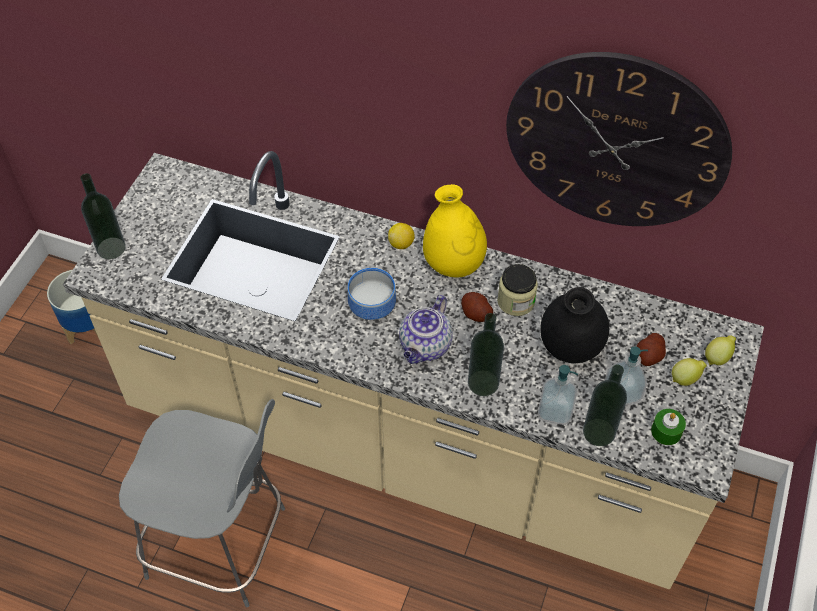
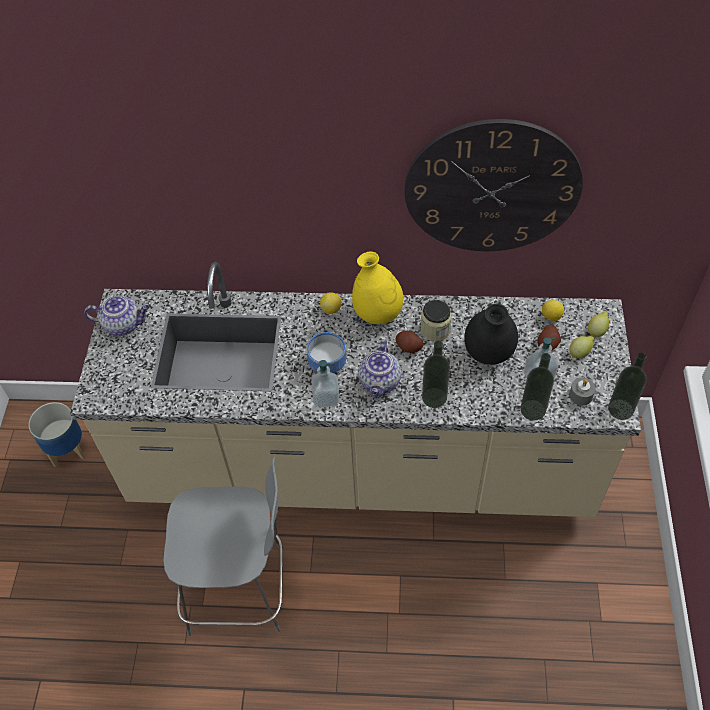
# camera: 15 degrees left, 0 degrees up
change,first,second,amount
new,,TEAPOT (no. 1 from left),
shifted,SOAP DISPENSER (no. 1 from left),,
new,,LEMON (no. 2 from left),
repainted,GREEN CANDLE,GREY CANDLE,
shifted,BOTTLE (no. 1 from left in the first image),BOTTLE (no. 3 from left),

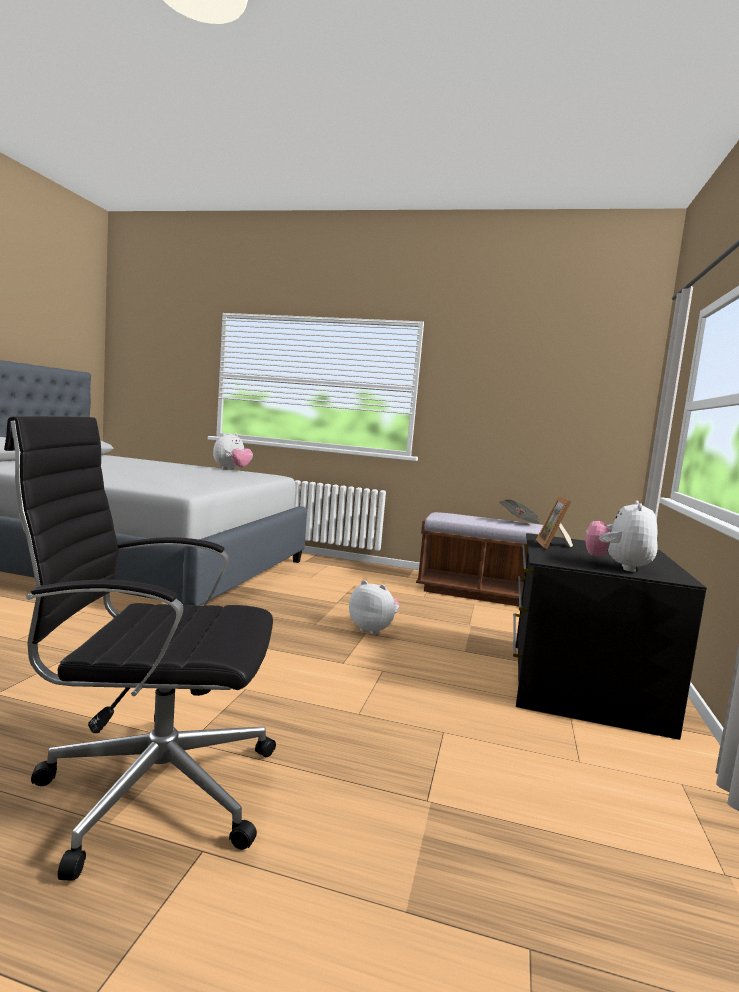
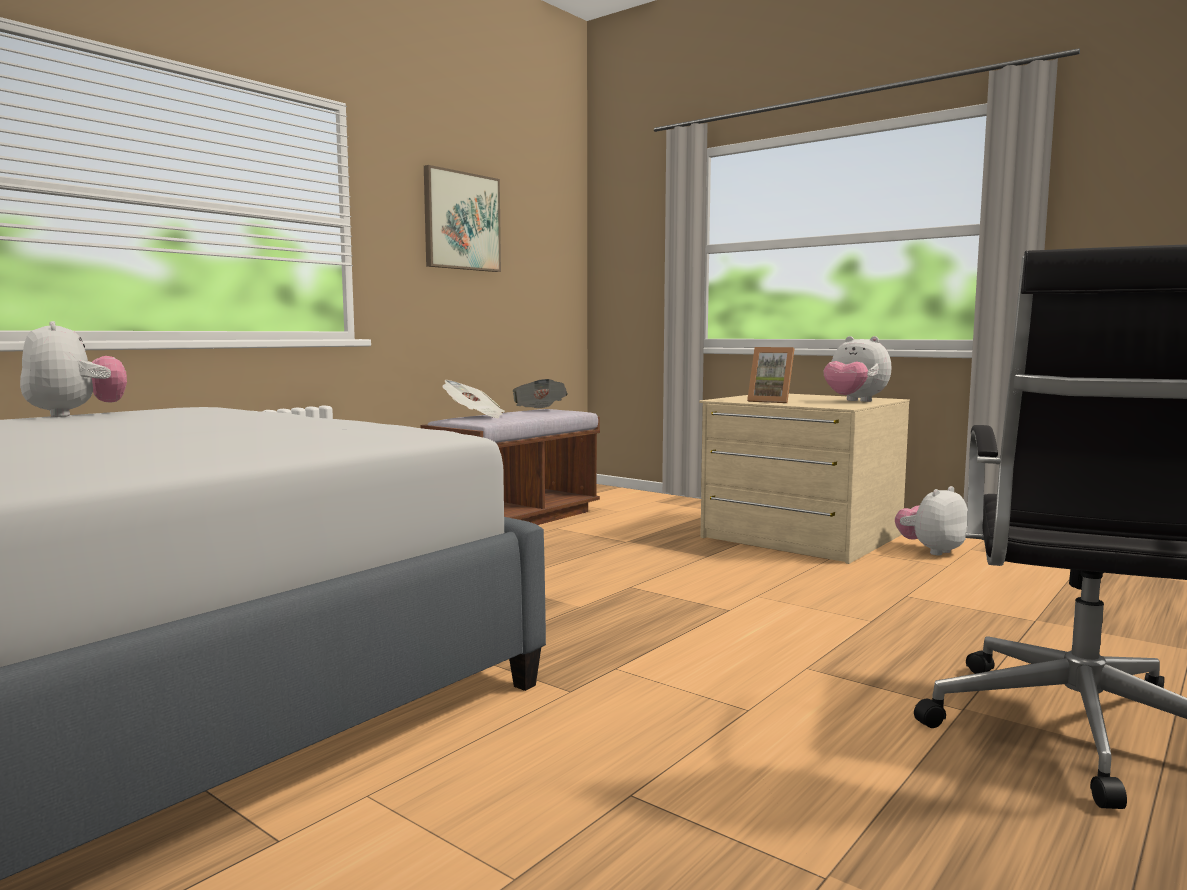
# camera: 65 degrees left, 0 degrees up
change,first,second,amount
new,,PICTURE,
new,,NEWSPAPER (no. 1 from left),
repainted,BLACK DRESSER,BEIGE DRESSER,
shifted,PLUSH TOY (no. 2 from left in the first image),PLUSH TOY (no. 3 from left),

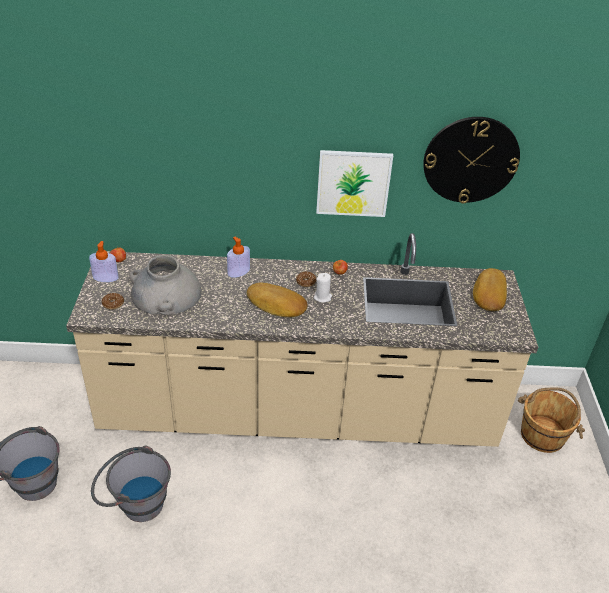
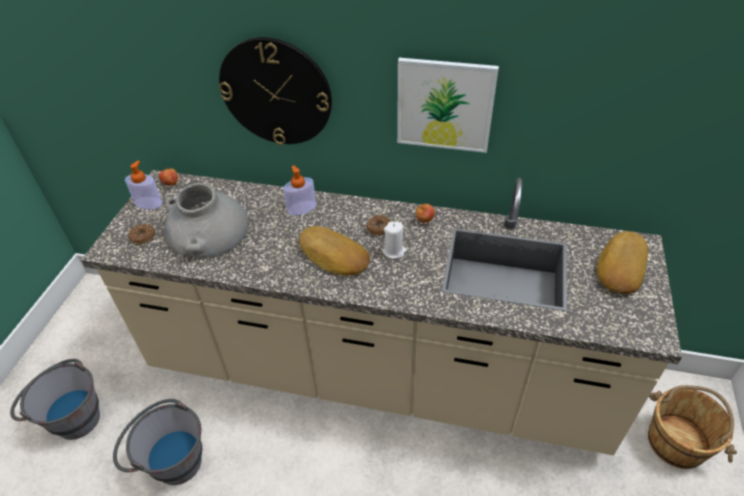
# camera: 15 degrees right, 5 degrees up
change,first,second,amount
shifted,WALL CLOCK,,

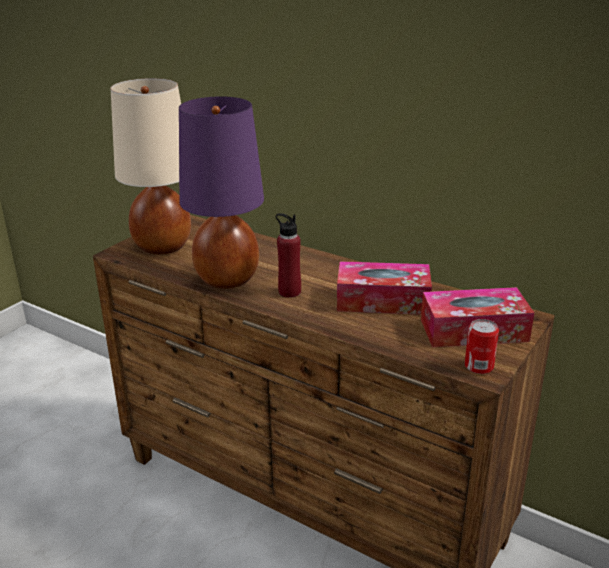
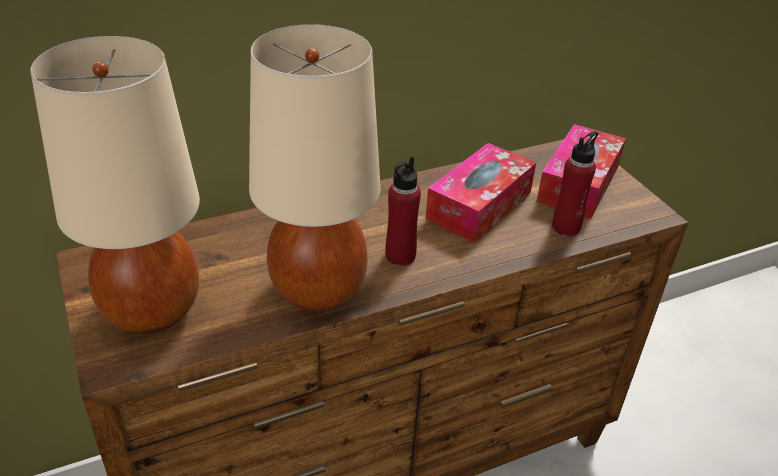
# camera: 60 degrees left, 10 degrees up
change,first,second,amount
repainted,PURPLE TABLE LAMP,BEIGE TABLE LAMP (no. 2 from left),
new,,RED BOTTLE (no. 2 from left),
gone,CAN,,

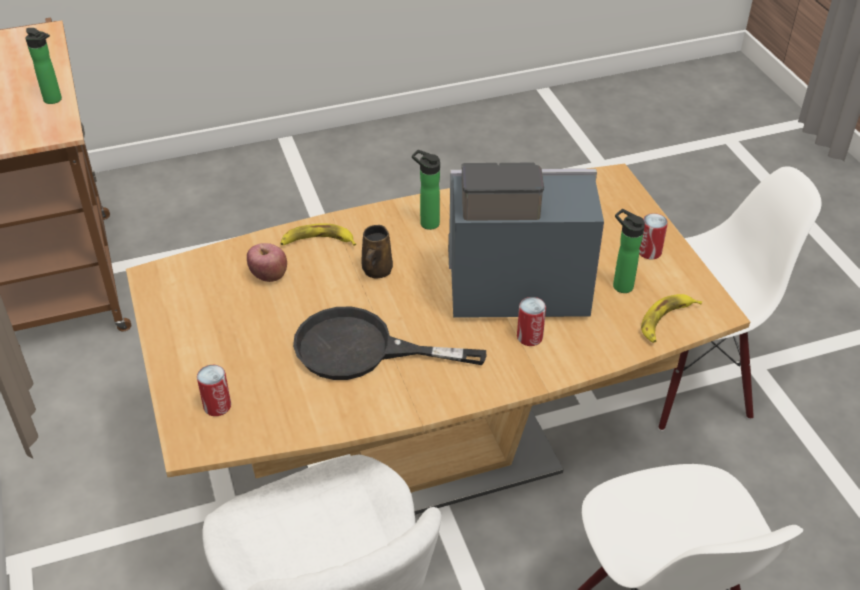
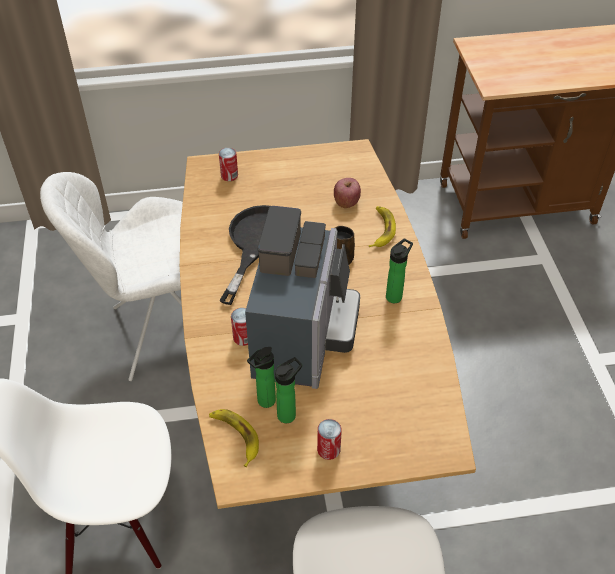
# camera: 100 degrees right, 5 degrees up
change,first,second,amount
shifted,BOTTLE (no. 1 from left),,

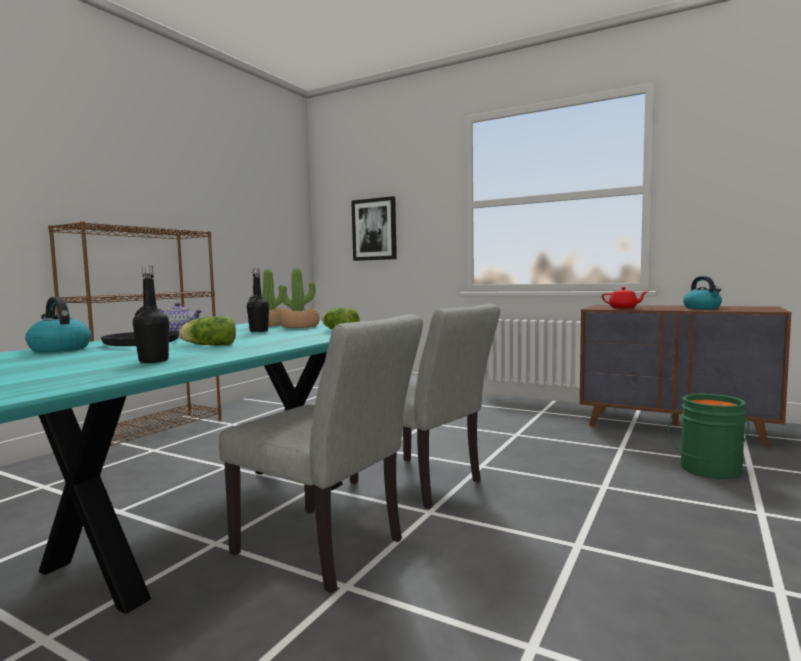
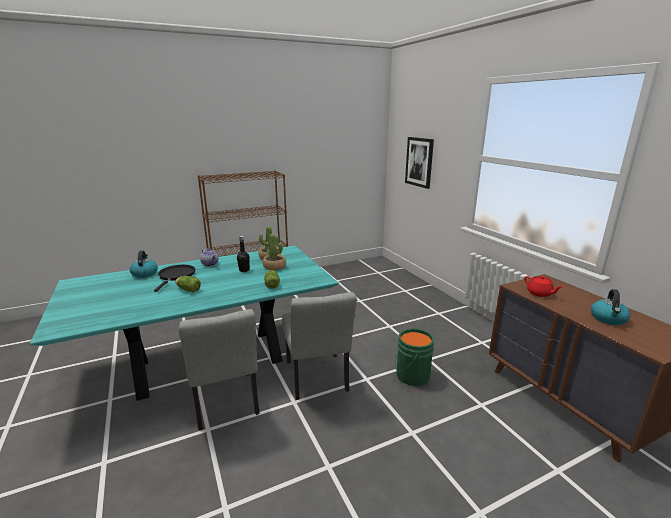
# camera: 35 degrees right, 15 degrees up
change,first,second,amount
shifted,GREEN BUCKET,,
gone,BLACK BOTTLE (no. 1 from left),,

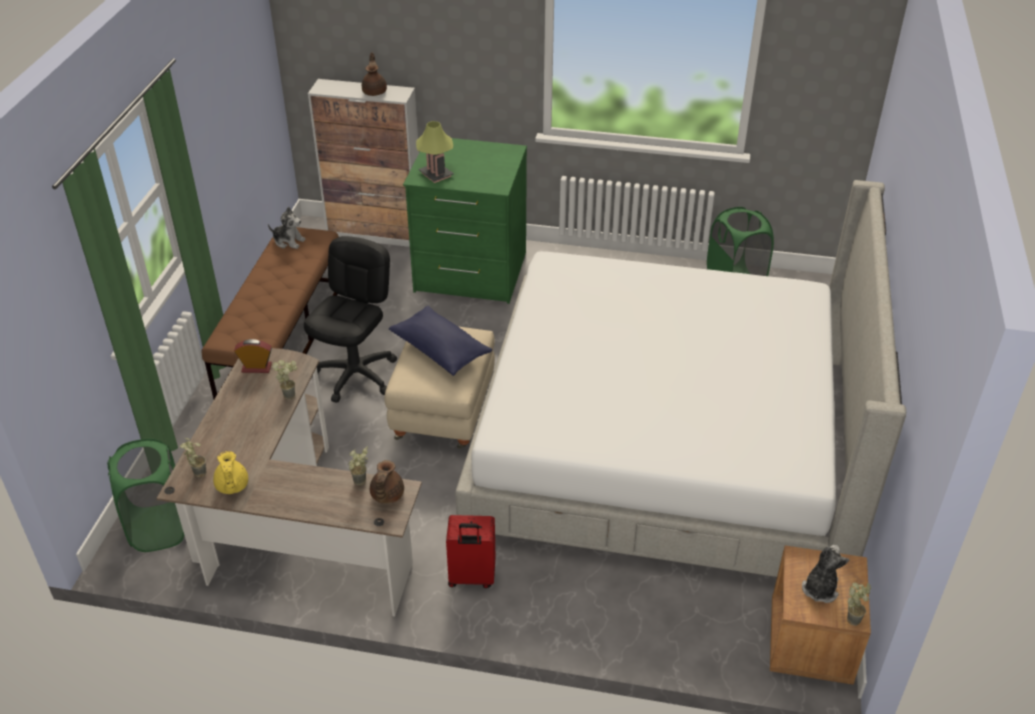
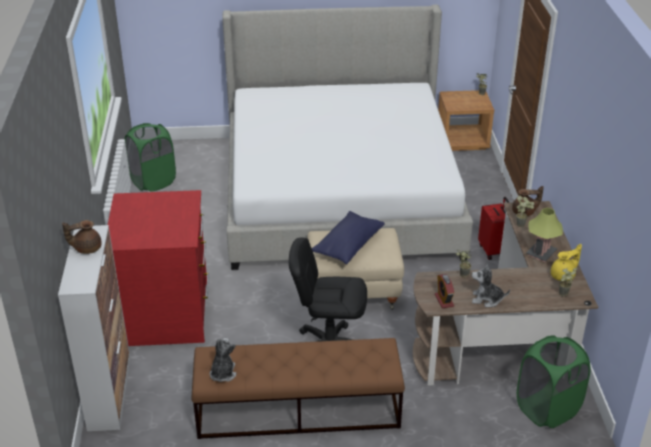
# camera: 105 degrees left, 5 degrees down
change,first,second,amount
repainted,GREEN DRESSER,RED DRESSER,
shifted,PLUSH TOY (no. 2 from left),,
shifted,TABLE LAMP,,

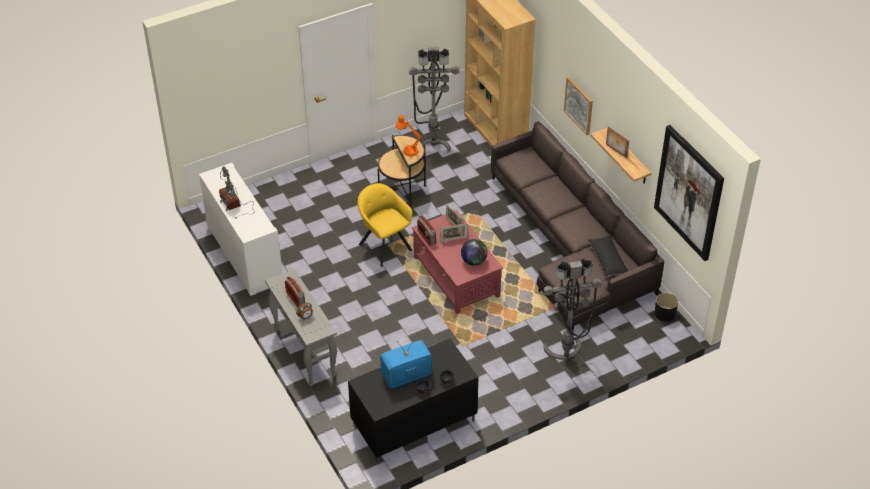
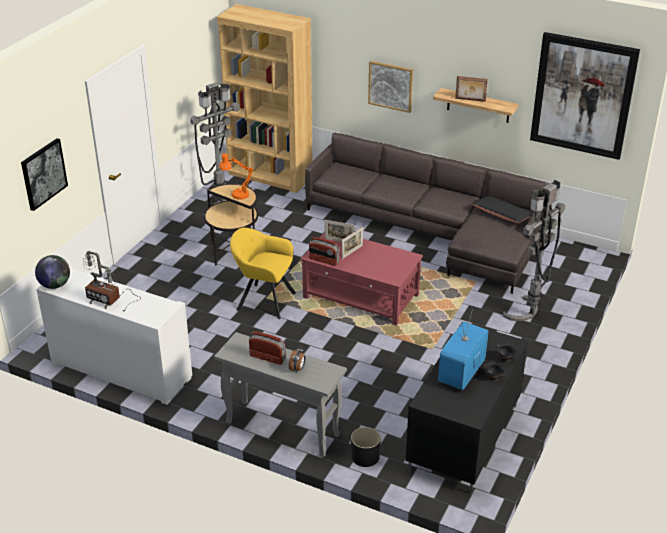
# camera: 35 degrees left, 10 degrees down
change,first,second,amount
new,,PICTURE (no. 1 from left),
shifted,GLOBE,,
shifted,BLACK PLANTER,,

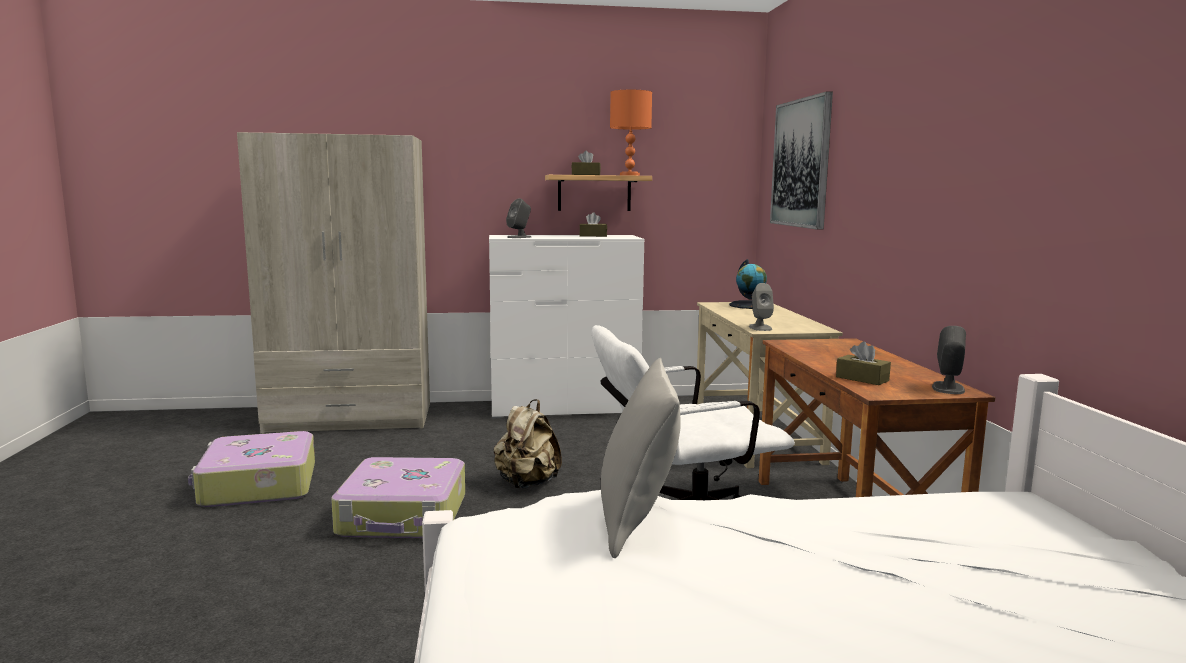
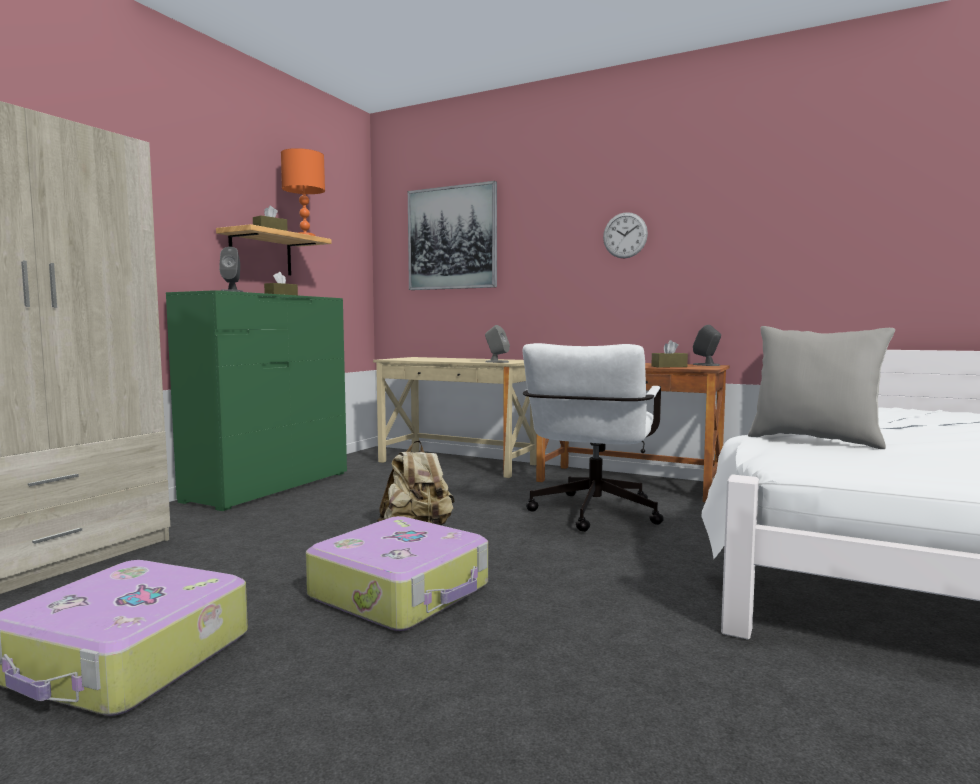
# camera: 55 degrees left, 5 degrees down
change,first,second,amount
repainted,WHITE DRESSER,GREEN DRESSER,
new,,WALL CLOCK,
gone,GLOBE,,

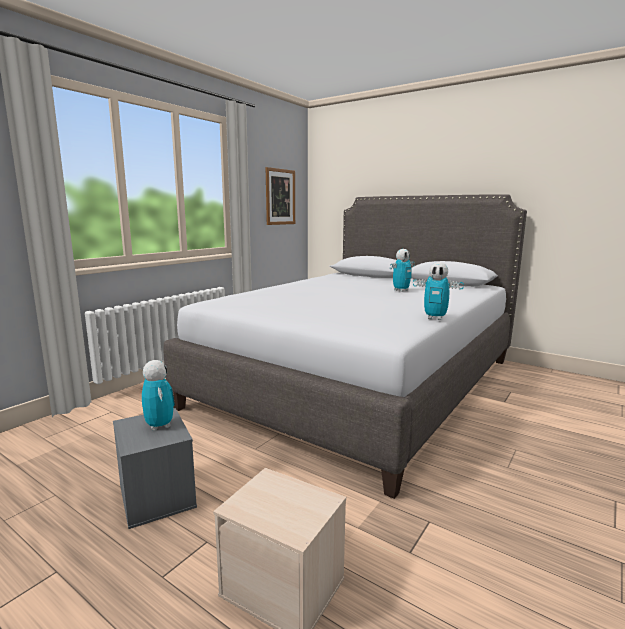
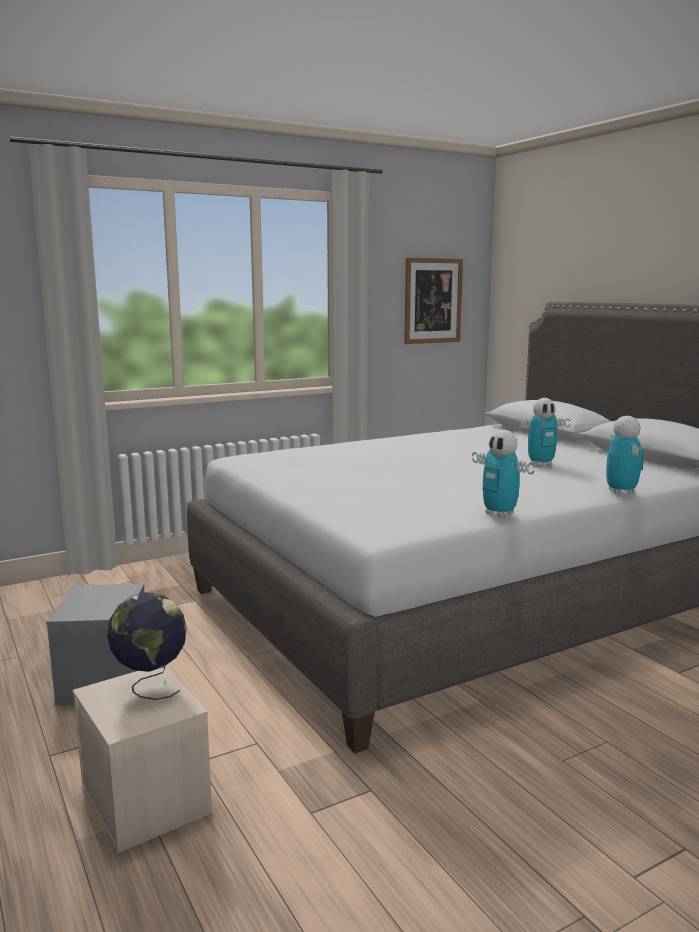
# camera: 25 degrees right, 0 degrees up
change,first,second,amount
new,,GLOBE,
shifted,TOY ROBOT (no. 1 from left in the first image),TOY ROBOT (no. 3 from left),

